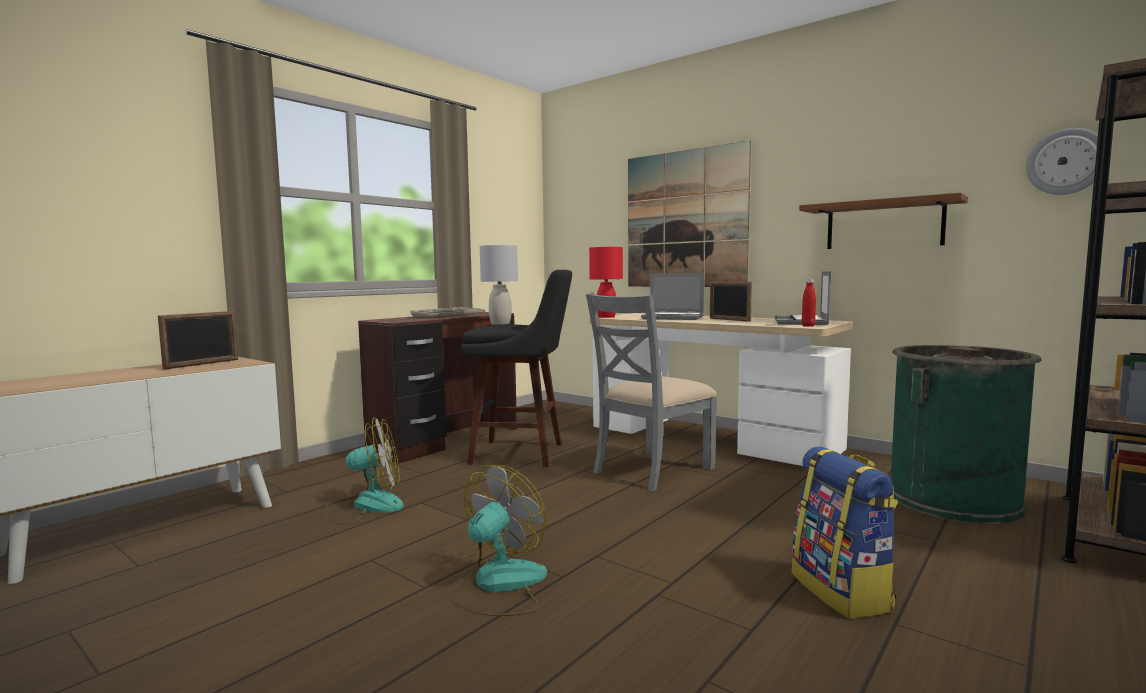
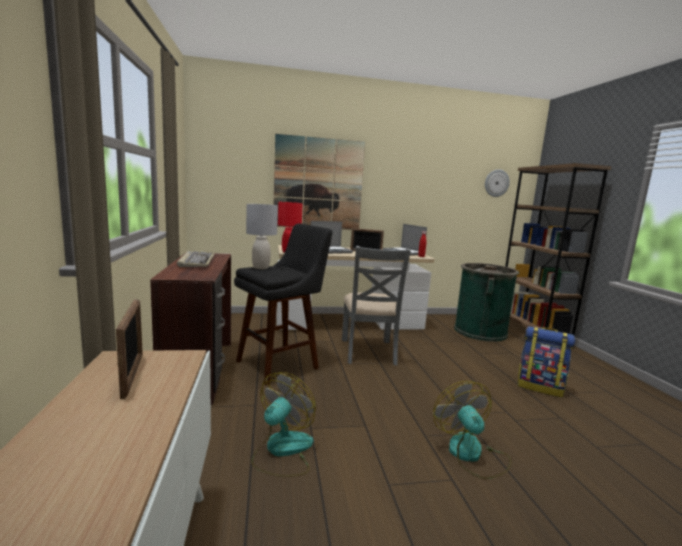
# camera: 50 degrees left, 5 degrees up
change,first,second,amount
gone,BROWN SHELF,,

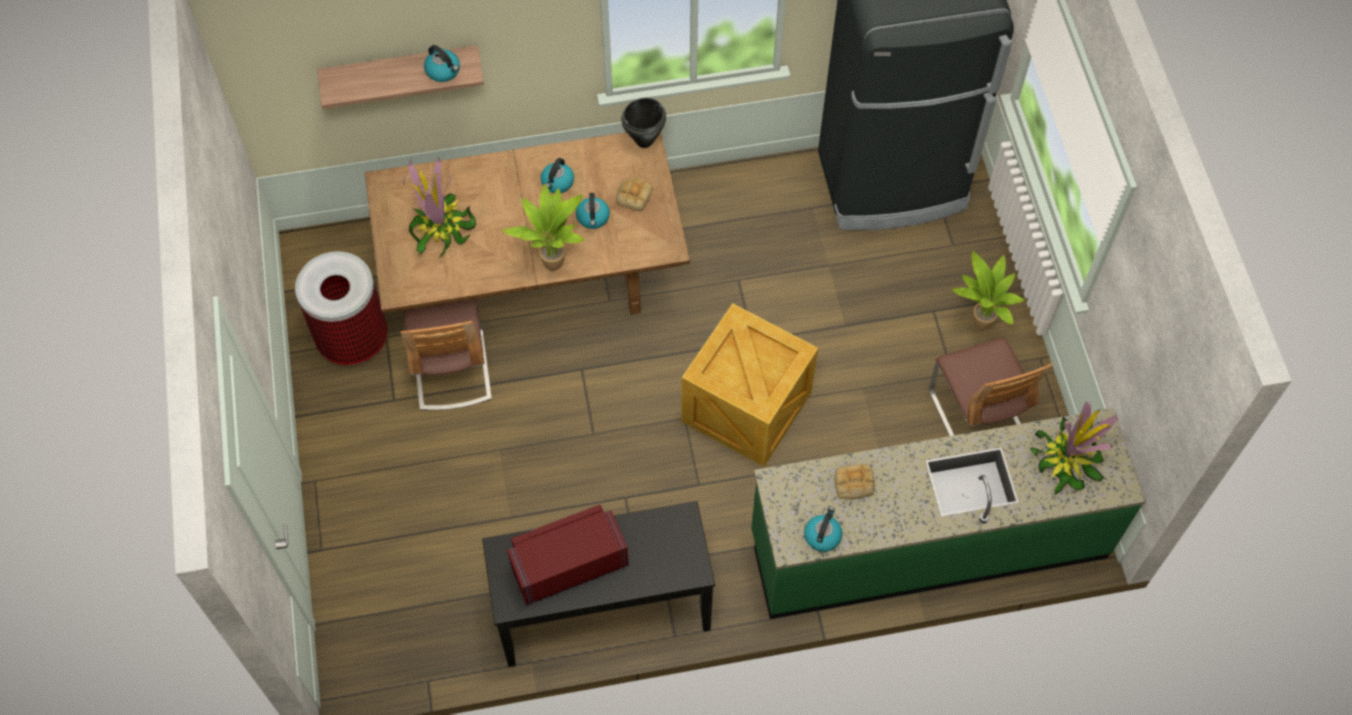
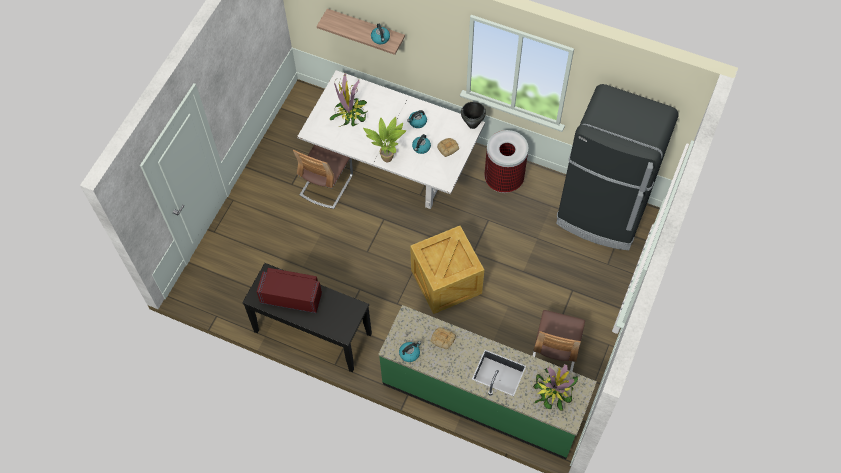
# camera: 35 degrees right, 0 degrees up
change,first,second,amount
repainted,BROWN DINING TABLE,WHITE DINING TABLE,
shifted,TRASH CAN,,
gone,POTTED PLANT (no. 3 from left),,

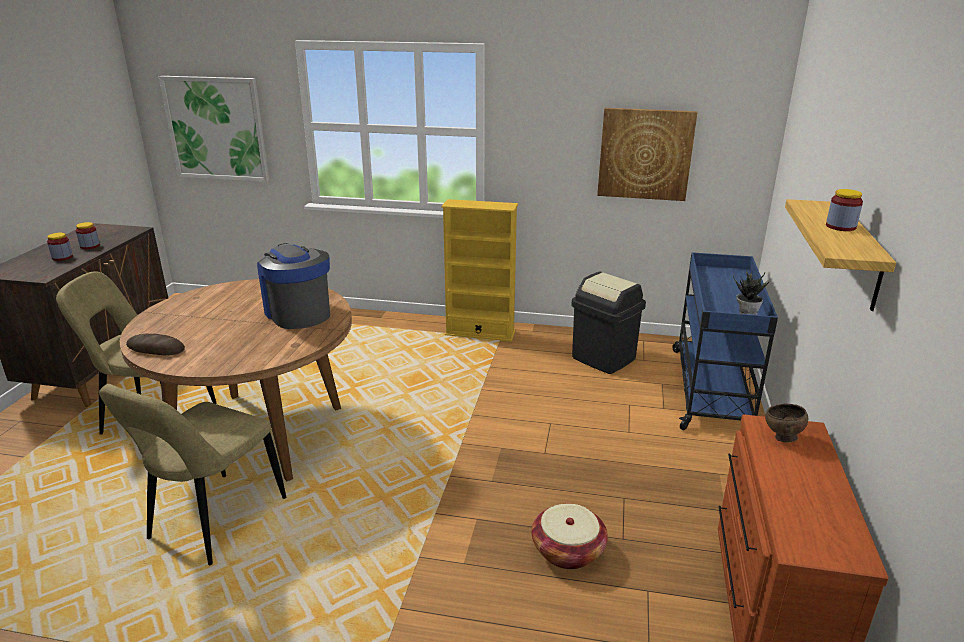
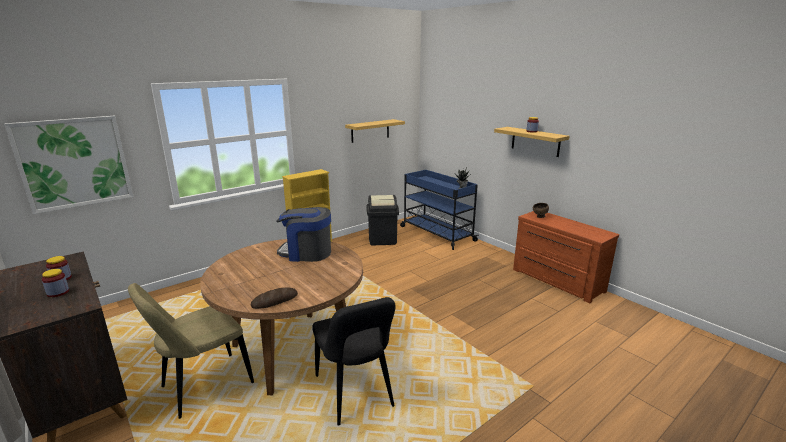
# camera: 50 degrees left, 5 degrees down
change,first,second,amount
repainted,BEIGE CHAIR (no. 2 from left),BLACK CHAIR,
swapped,PICTURE (no. 2 from left),SHELF (no. 1 from left),
gone,BASKET,,

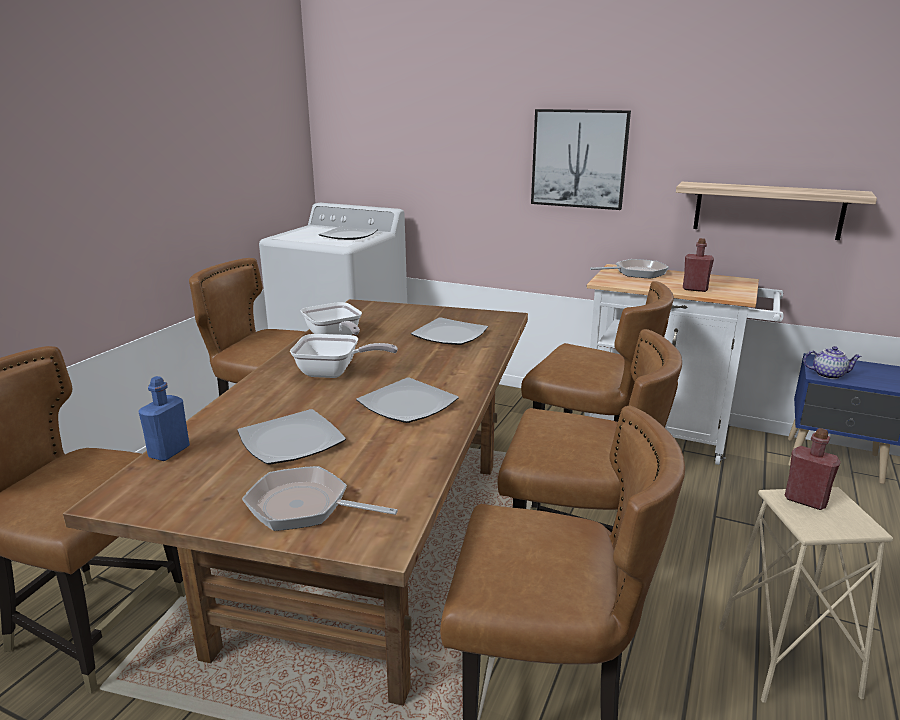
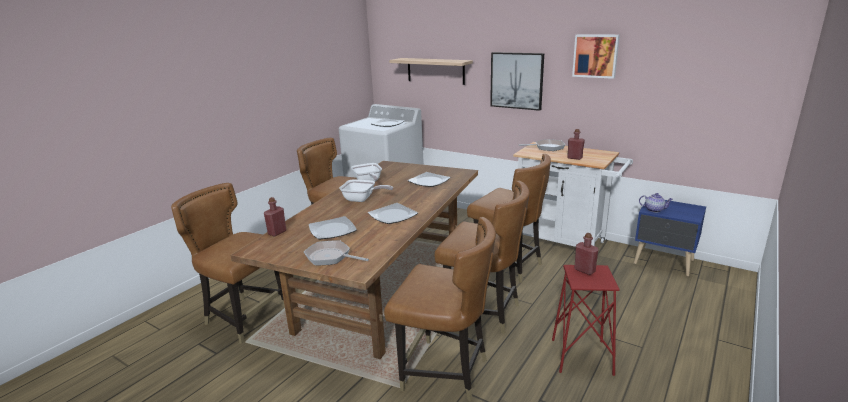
# camera: 10 degrees right, 0 degrees up
change,first,second,amount
repainted,BLUE BOTTLE,RED BOTTLE (no. 1 from left),
shifted,SHELF,,
repainted,BEIGE STOOL,RED STOOL,
new,,PICTURE (no. 2 from left),

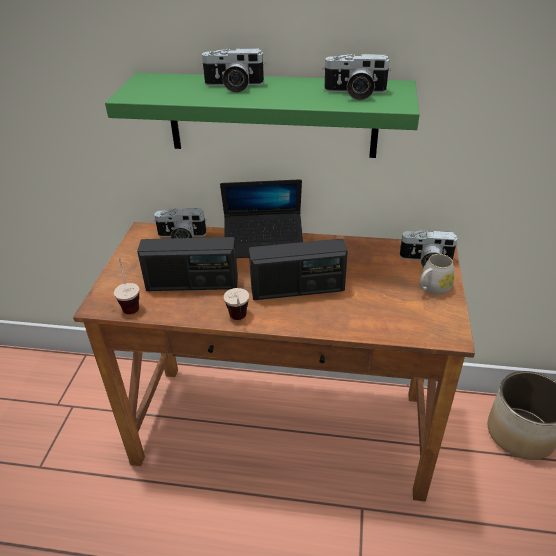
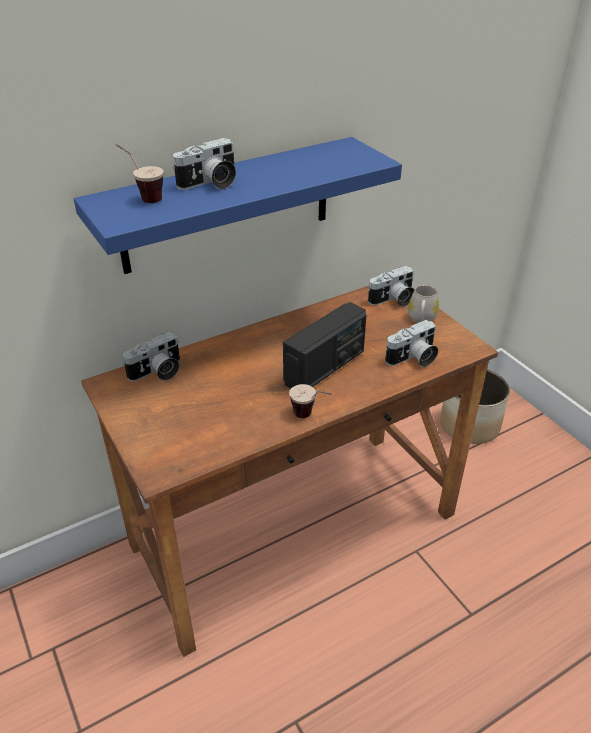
# camera: 40 degrees left, 0 degrees up
change,first,second,amount
repainted,GREEN SHELF,BLUE SHELF,
shifted,CUP (no. 1 from left),,
shifted,PHOTO CAMERA (no. 3 from left in the first image),PHOTO CAMERA (no. 4 from left),
gone,RADIO (no. 1 from left),,
gone,LAPTOP,,

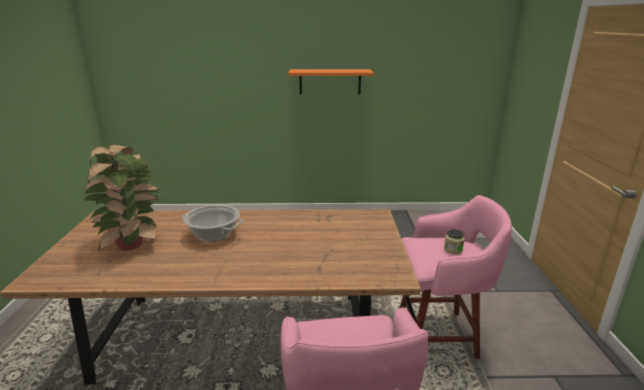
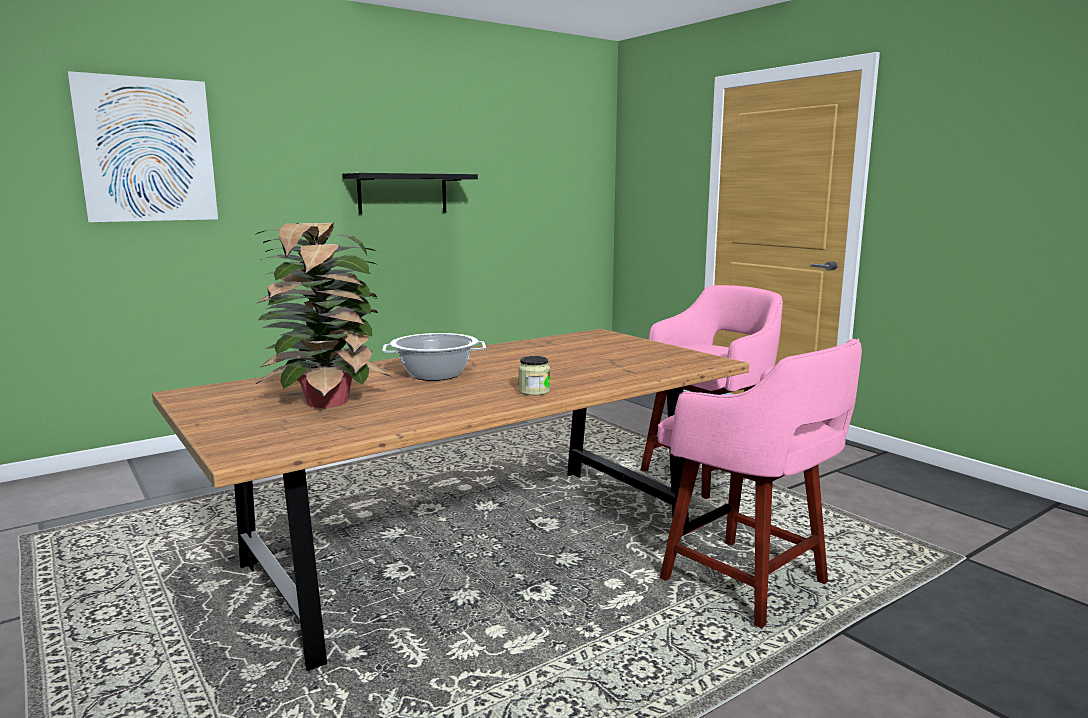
# camera: 35 degrees left, 10 degrees down
change,first,second,amount
new,,PICTURE,
repainted,ORANGE SHELF,BLACK SHELF,
shifted,JAR,,

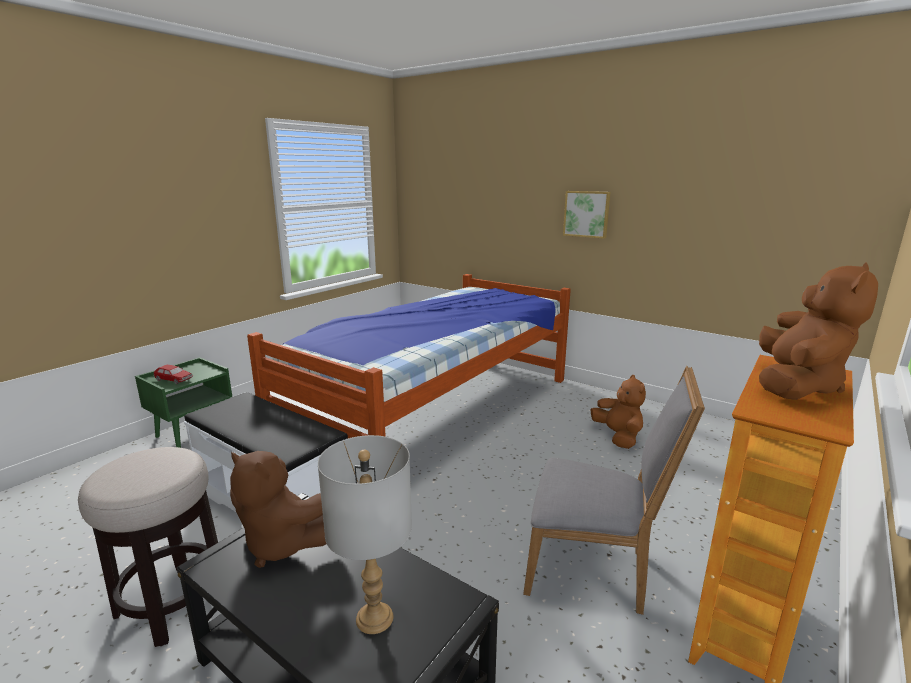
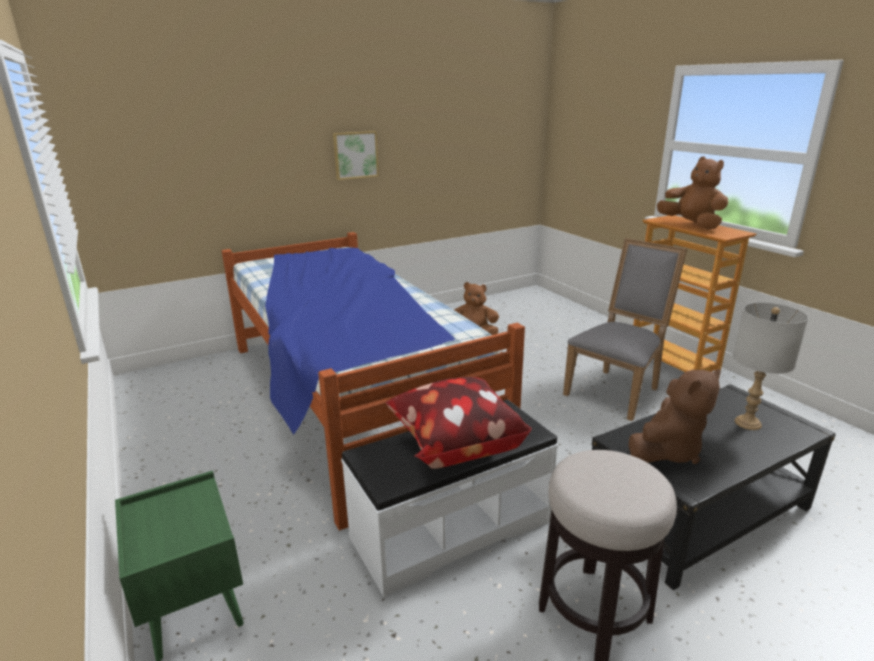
# camera: 65 degrees left, 5 degrees up
change,first,second,amount
new,,PILLOW,
gone,TOY CAR,,

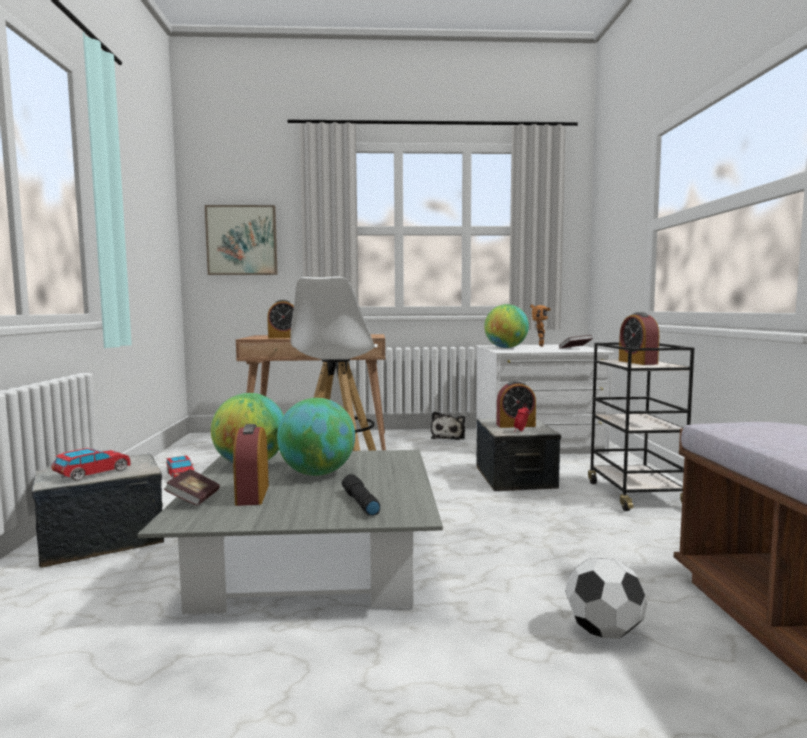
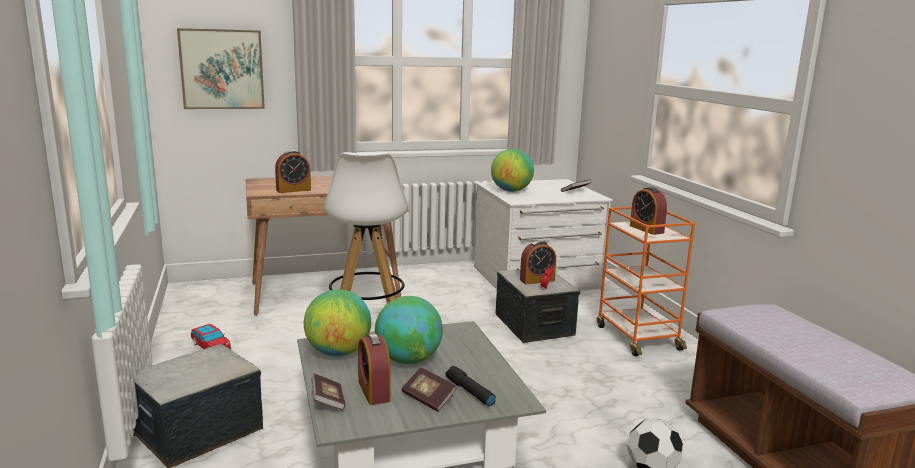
# camera: 15 degrees left, 10 degrees up
change,first,second,amount
new,,BOOK (no. 2 from left),
repainted,BLACK CART,ORANGE CART,
gone,TOY CAR (no. 1 from left),,
gone,PLUSH TOY,,
gone,TOY ROBOT,,

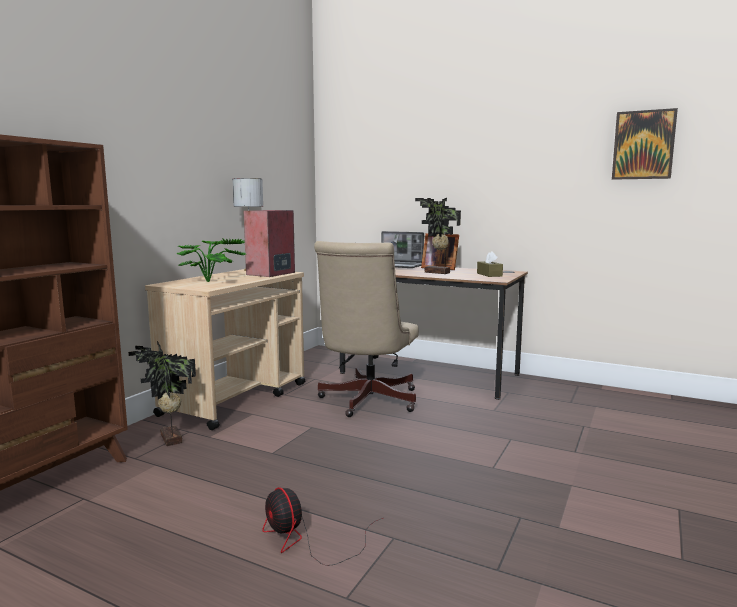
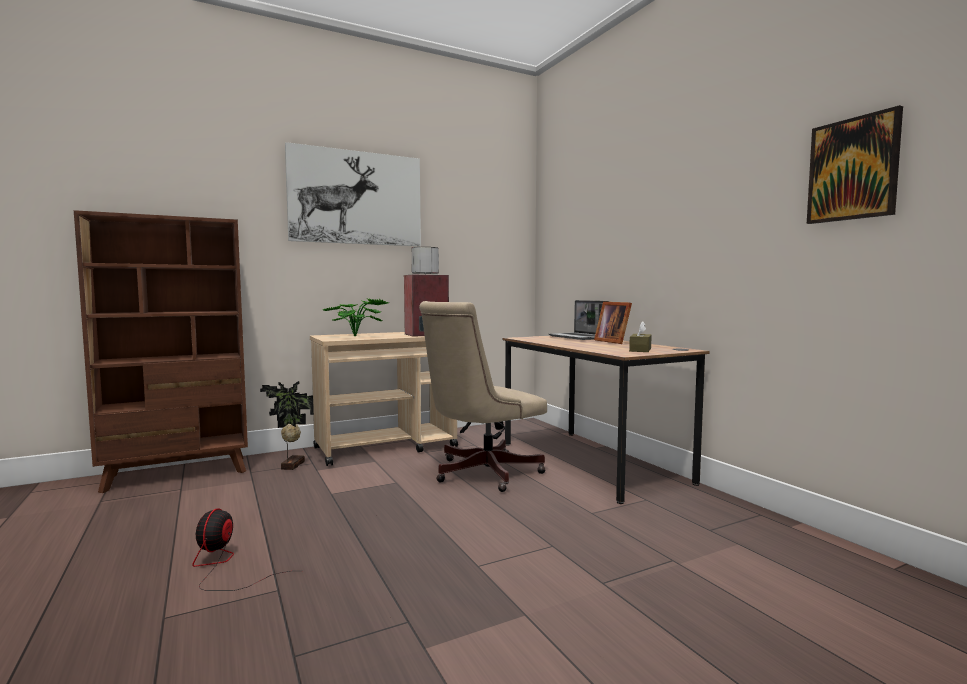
# camera: 35 degrees right, 5 degrees down
change,first,second,amount
new,,PICTURE (no. 1 from left),
gone,POTTED PLANT (no. 3 from left),,

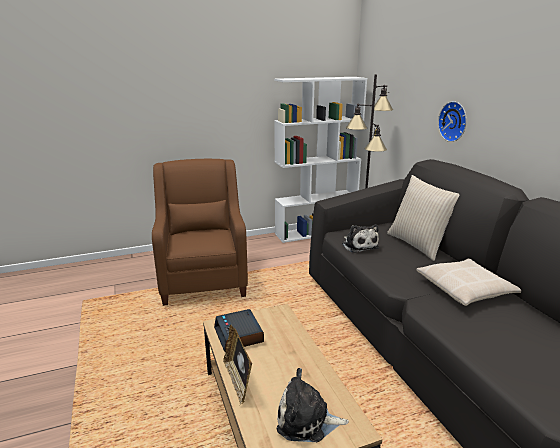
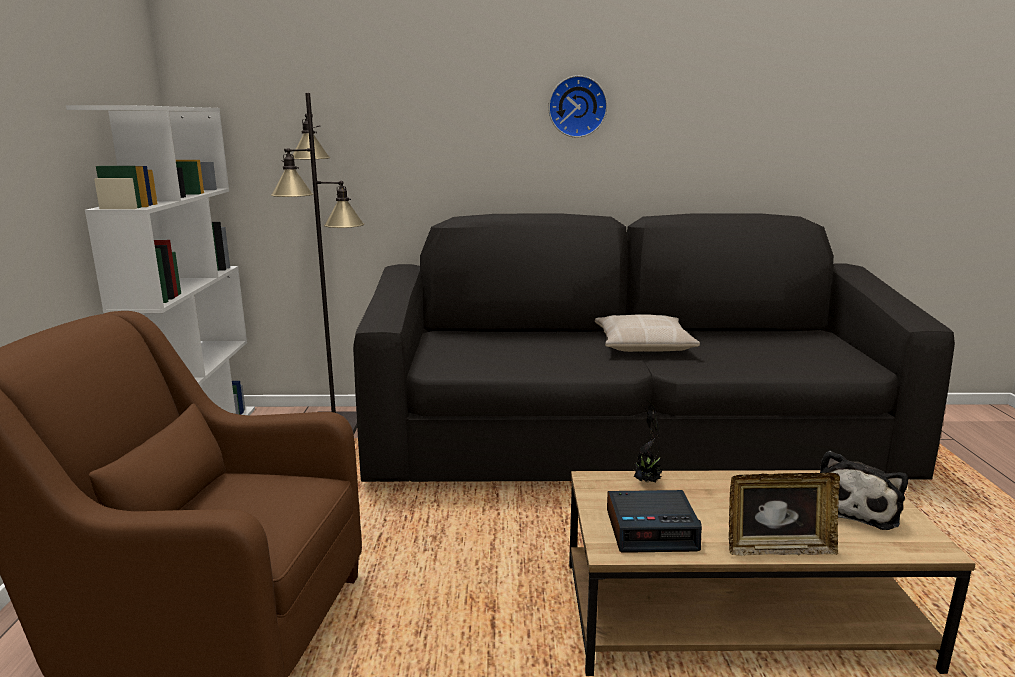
# camera: 70 degrees left, 5 degrees down
change,first,second,amount
shifted,WALL CLOCK,,
new,,POTTED PLANT,
gone,PLUSH TOY (no. 2 from left),,
gone,BEIGE PILLOW (no. 1 from left),,

